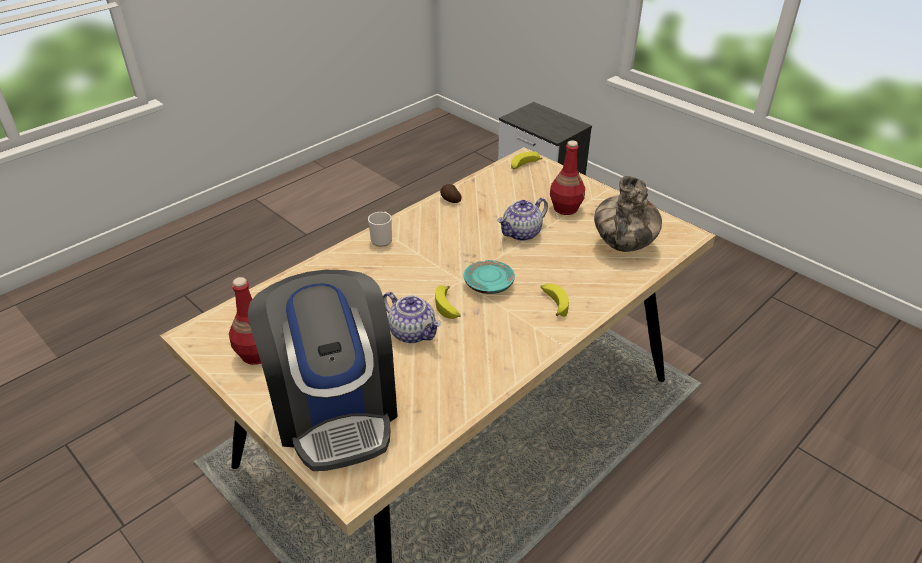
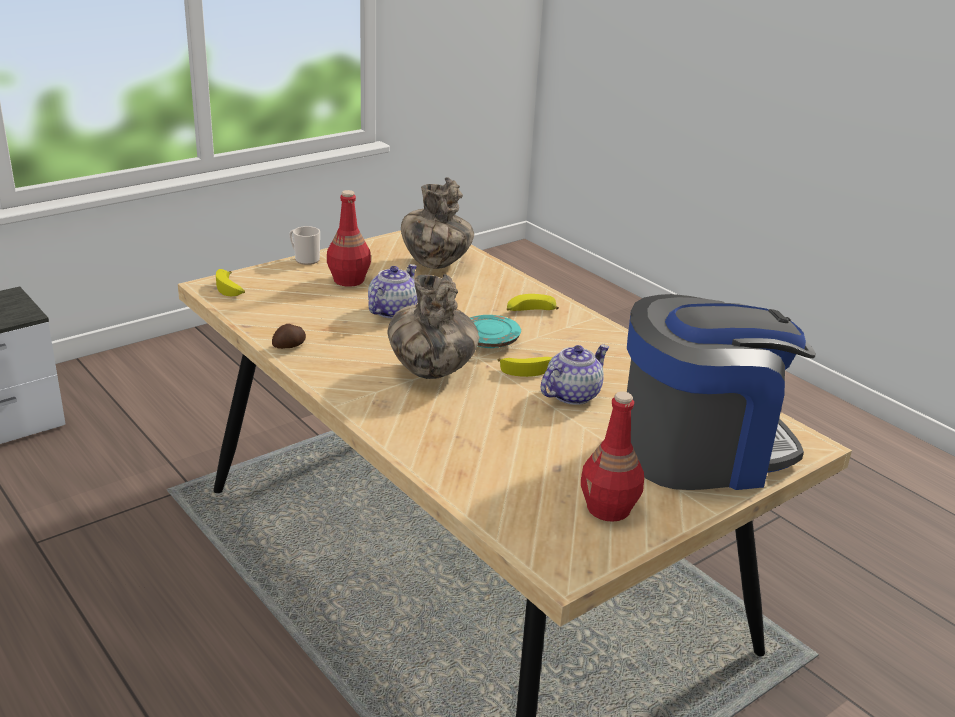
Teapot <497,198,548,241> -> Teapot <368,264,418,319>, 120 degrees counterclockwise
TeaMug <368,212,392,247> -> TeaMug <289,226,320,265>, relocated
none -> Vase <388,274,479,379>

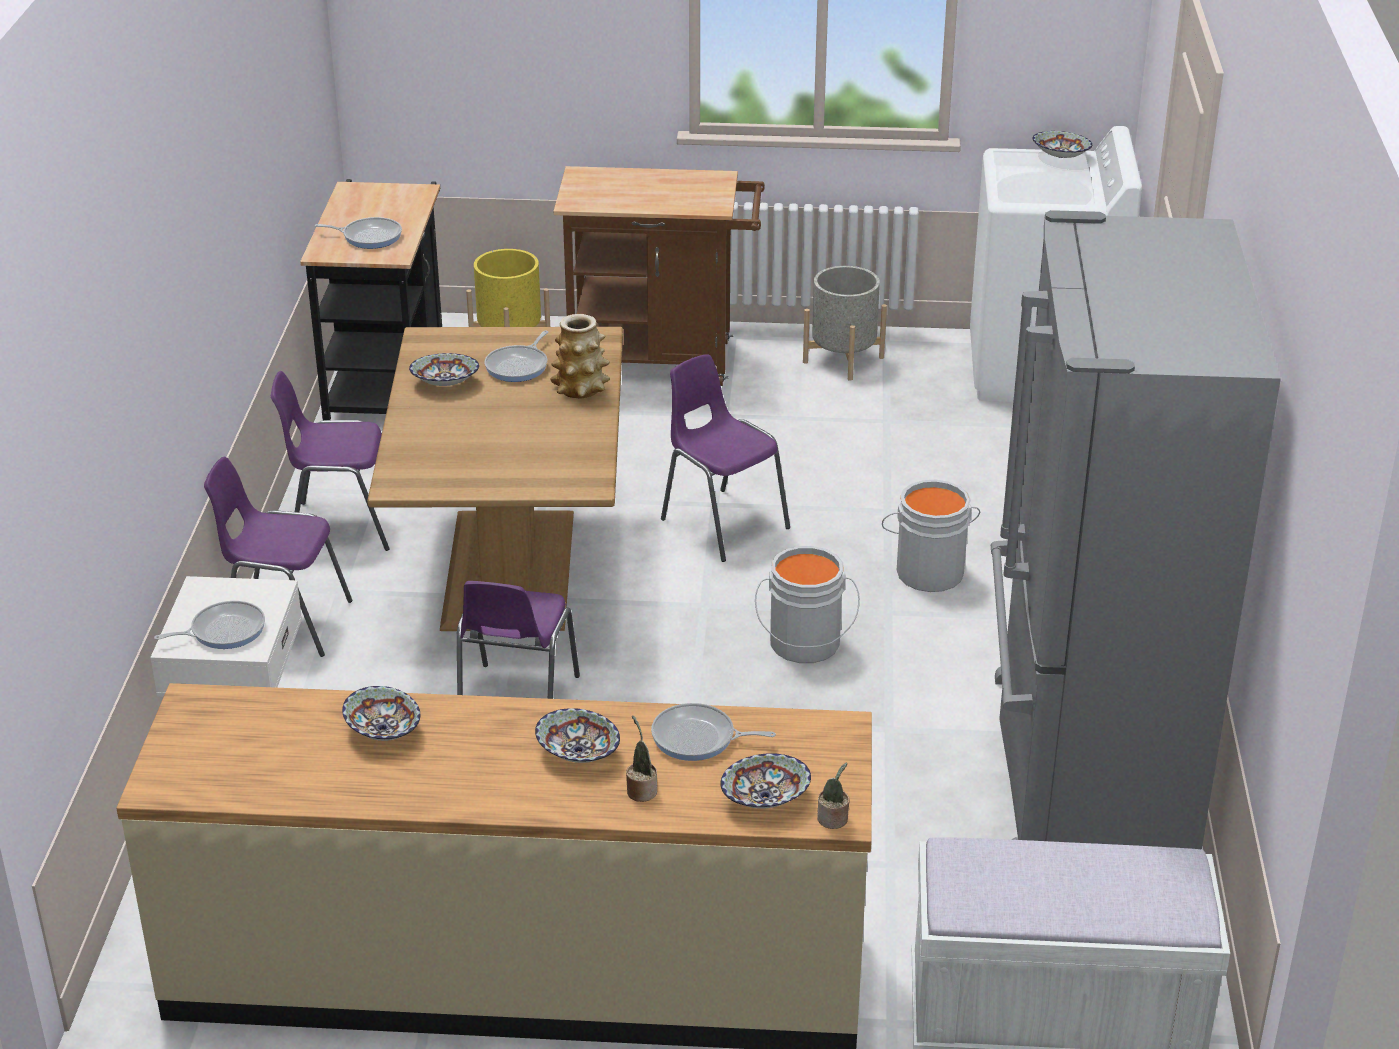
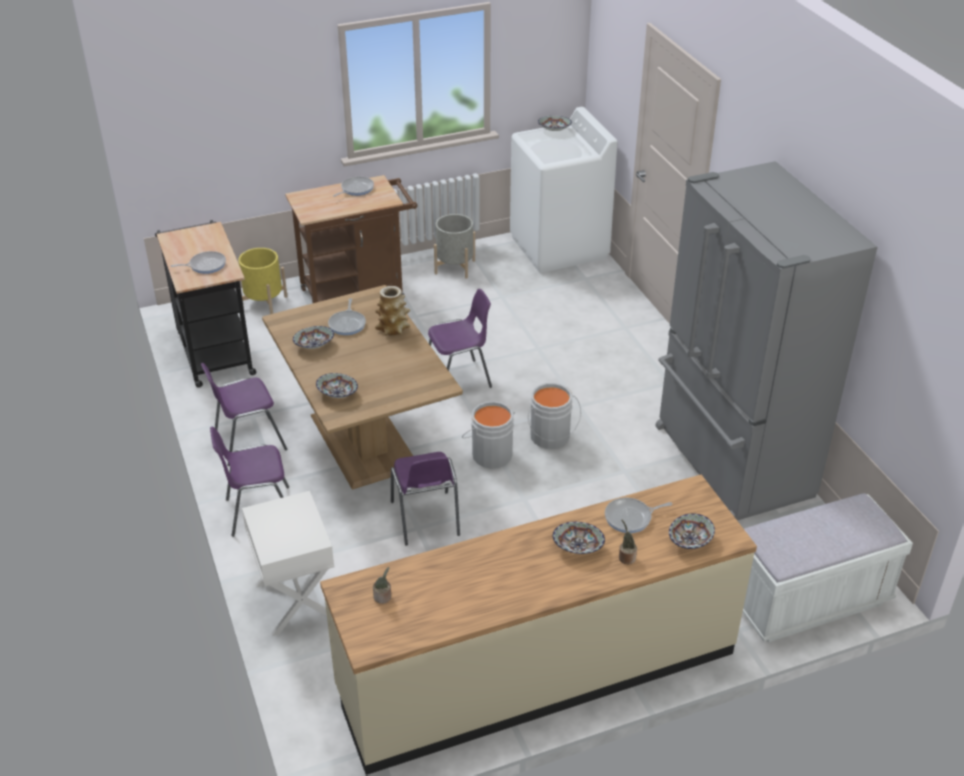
PurpleChair <661,354,790,562> -> PurpleChair <428,289,492,388>, 135 degrees clockwise
GreyishWaterBucket <882,480,980,592> -> GreyishWaterBucket <462,401,515,469>, relocated
Skillet <154,601,265,649> -> Skillet <333,176,374,197>, relocated
DeepDish <342,686,420,741> -> DeepDish <316,373,358,398>, relocated
PottedPlant <817,762,850,829> -> PottedPlant <373,567,391,604>, relocated

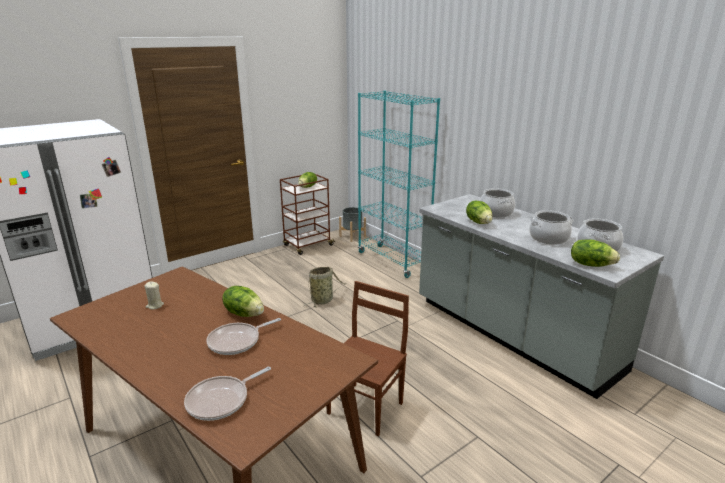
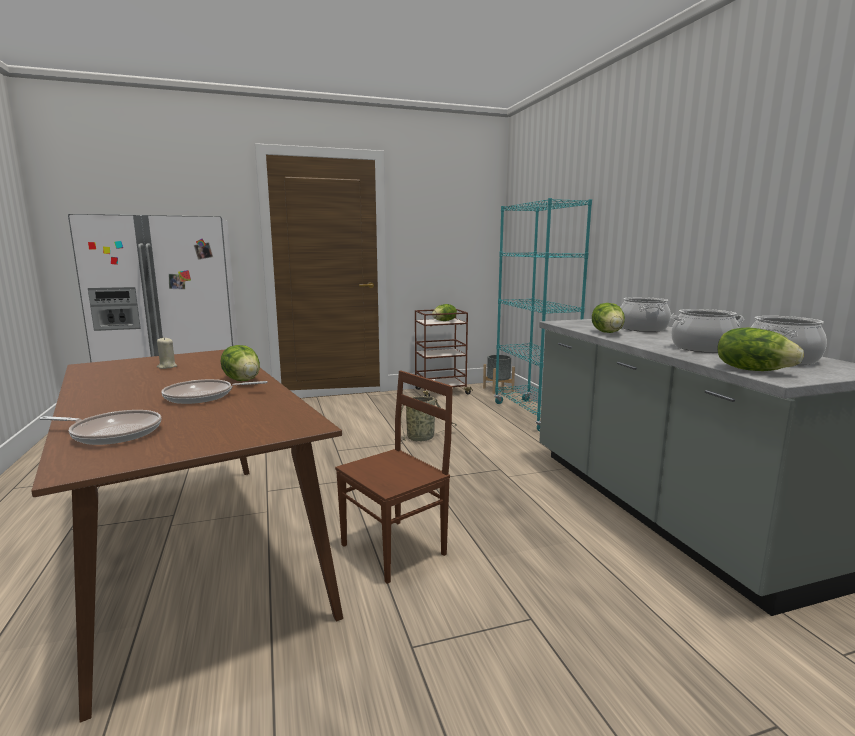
Skillet <184,367,271,421> -> Skillet <39,410,161,445>, 150 degrees counterclockwise

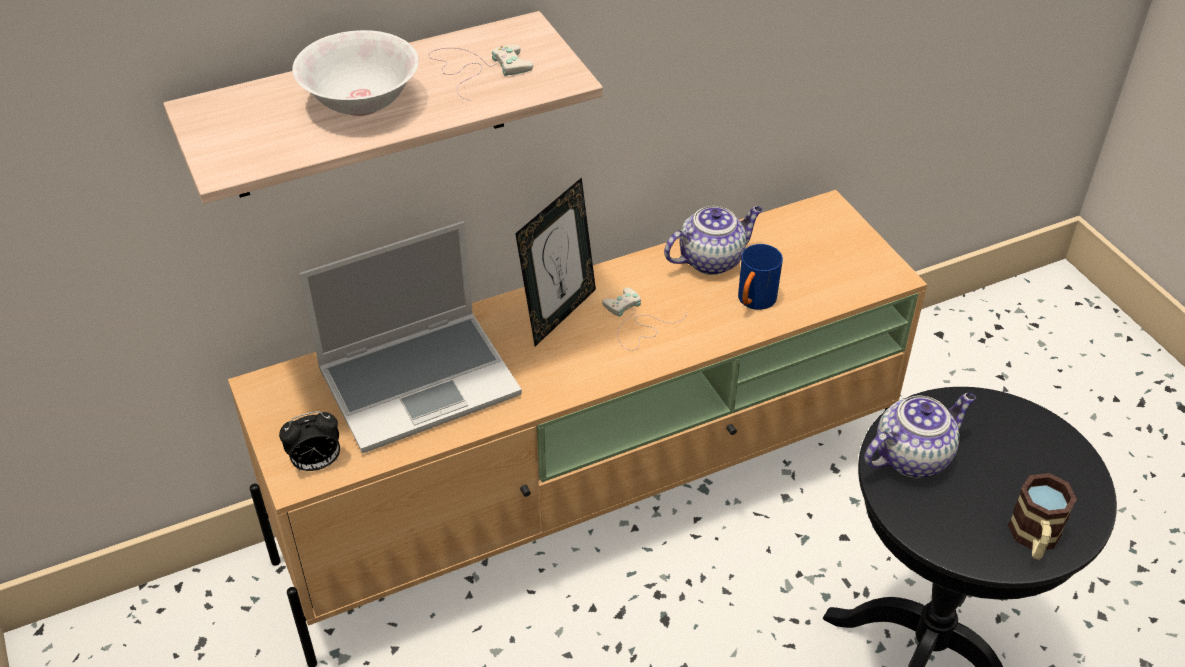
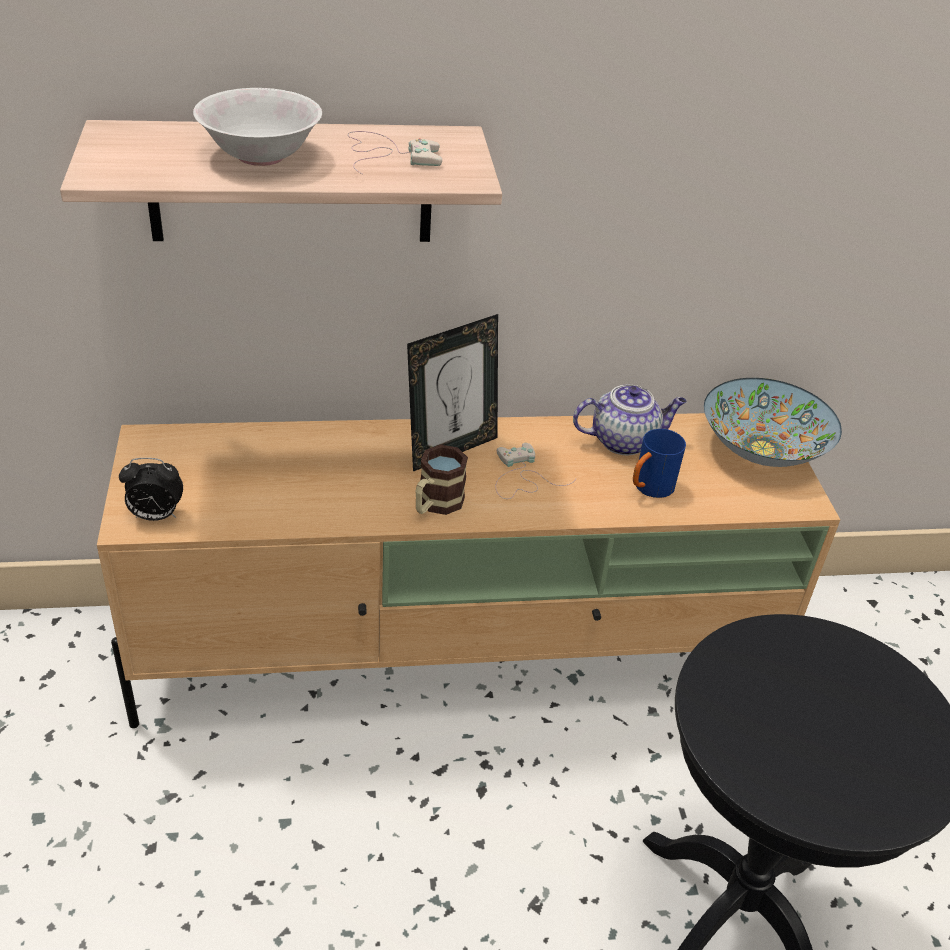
Laptop <299,221,522,453> -> none
Teapot <864,393,976,478> -> none
TeaMug <1008,473,1077,560> -> TeaMug <415,445,468,515>, relocated
none -> DeepDish <704,378,842,467>

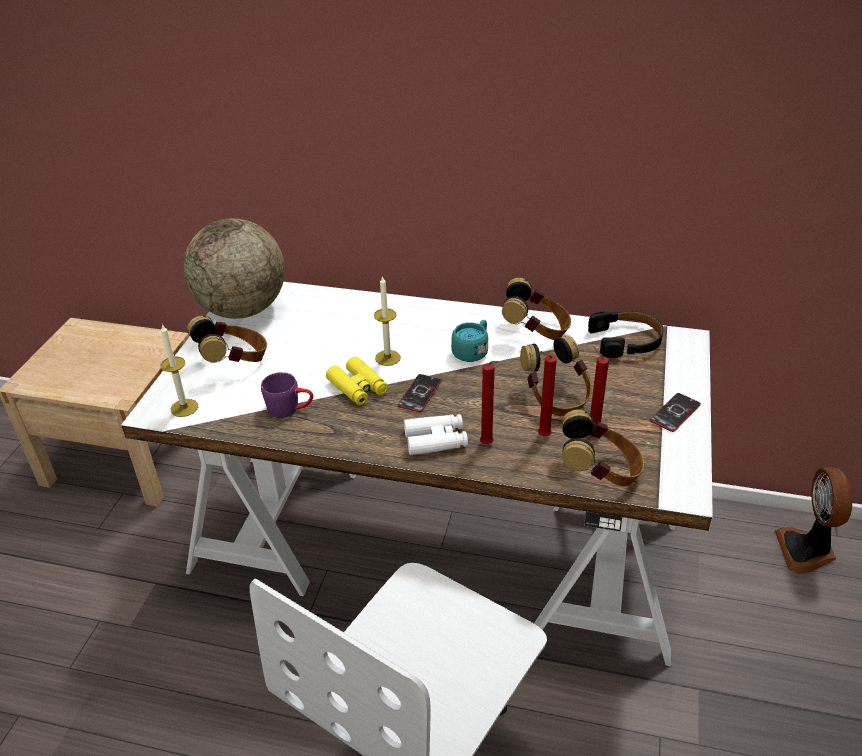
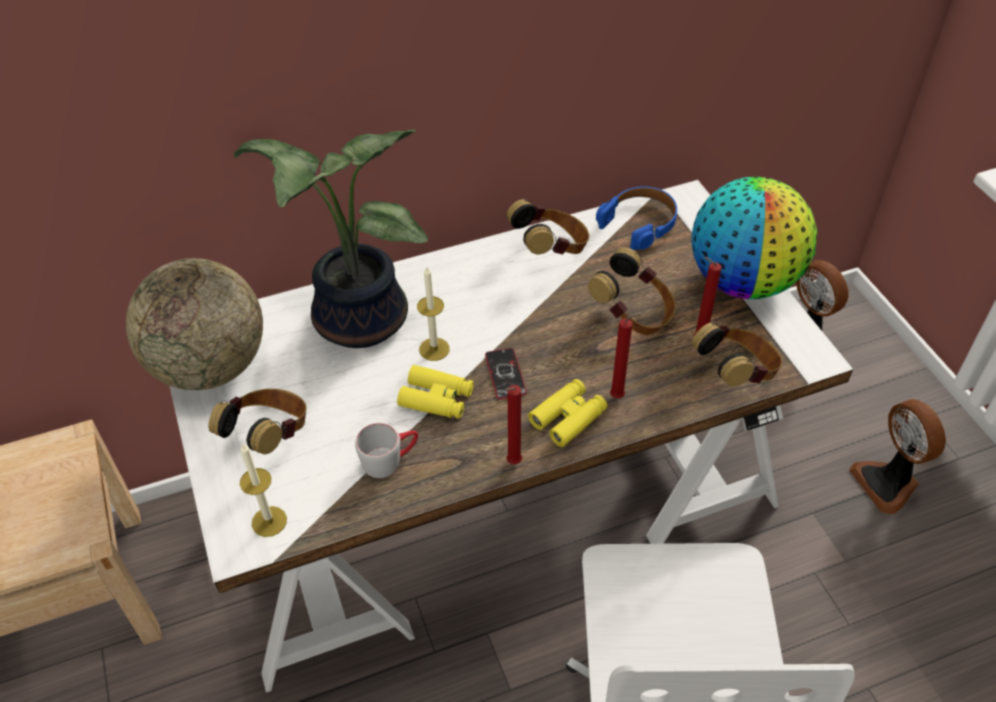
BlackishHeadphones <588,311,663,358> -> BluishHeadphones <596,186,677,250>
TurquoiseTeaMug <451,320,488,362> -> none
RedColouredWaxCandle <538,351,557,436> -> RedColouredWaxCandle <505,385,522,464>, relocated
PurpleTeaMug <261,372,313,418> -> GreyishTeaMug <355,423,418,478>
Telephone <650,393,701,432> -> DeskGlobe <692,177,817,299>
WhiteColouredFieldGlasses <404,414,468,455> -> YellowishFieldGlasses <528,379,607,447>
none -> PottedPlant <234,129,428,348>
none -> CoolingFan <849,399,946,514>

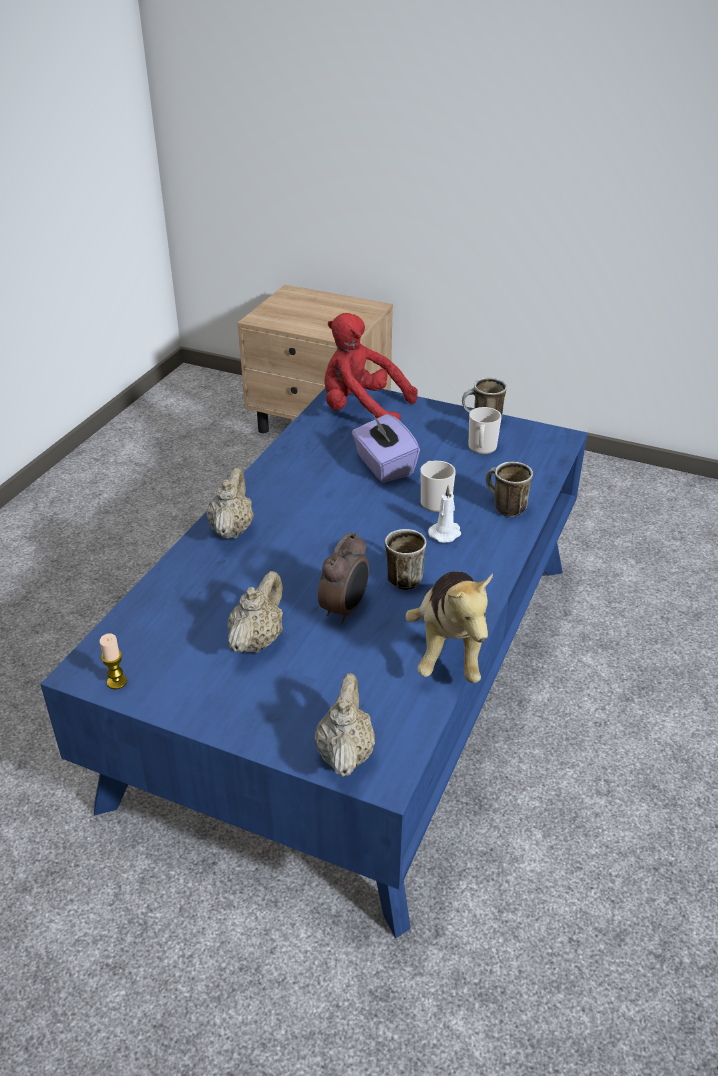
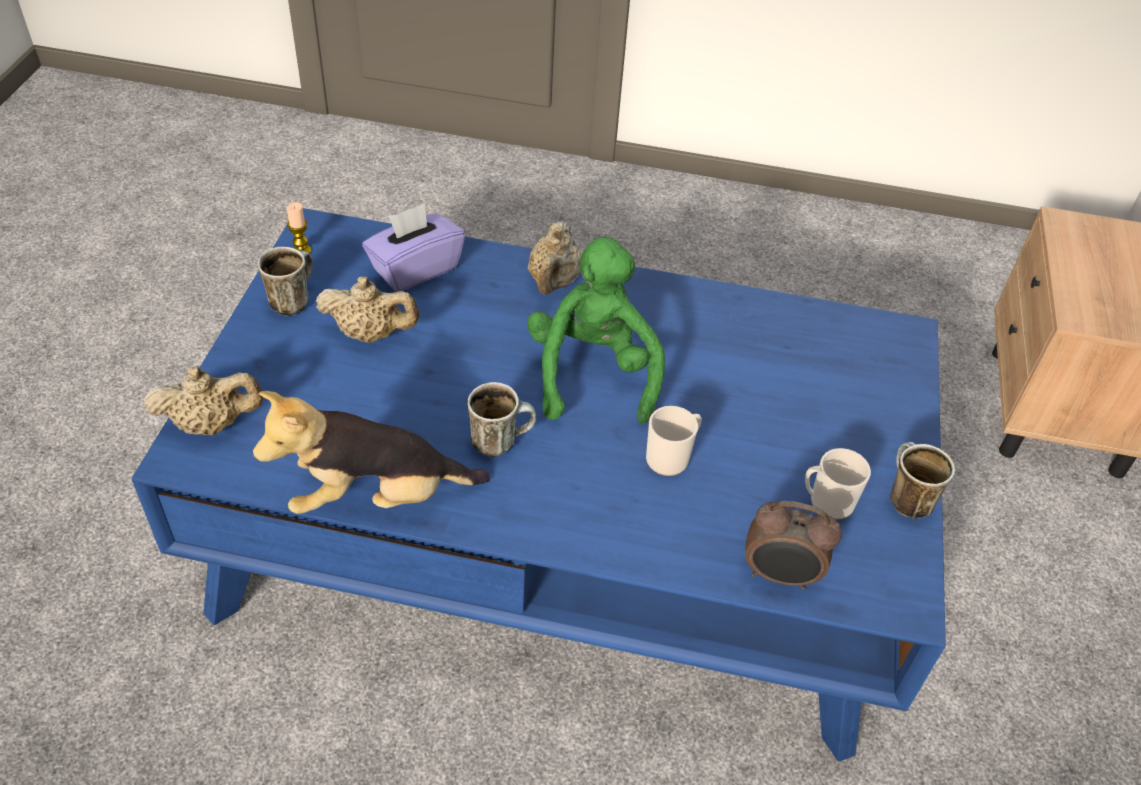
RedColouredPlushToy <324,313,418,421> -> none
PurpleTissueBox <352,414,420,482> -> PurpleTissueBox <362,204,465,292>, relocated
TeaMug <485,462,533,517> -> TeaMug <258,247,313,315>, relocated
BeigeColouredTeapot <206,468,254,539> -> BeigeColouredTeapot <528,221,582,295>, 105 degrees clockwise
WhiteColouredWaxCandle <428,484,461,543> -> none
BedsideClock <318,533,369,624> -> BedsideClock <745,501,842,590>, relocated
none -> GreenishPlushToy <527,237,665,424>

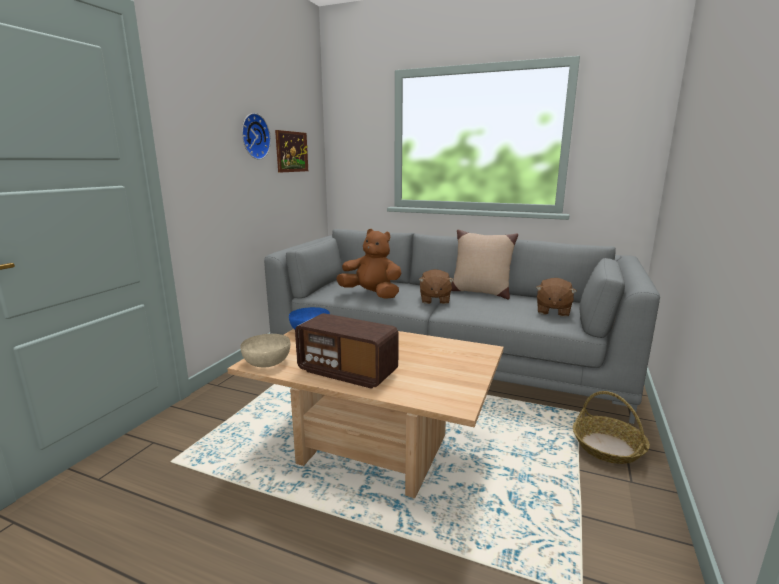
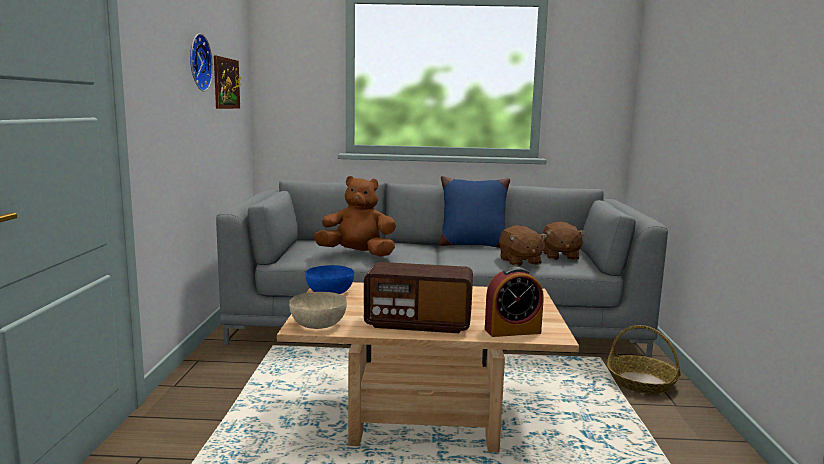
BeigeColouredCushion <451,230,518,299> -> BluishCushion <439,176,510,248>
BrownPlushToy <418,269,454,304> -> BrownPlushToy <499,225,547,266>, relocated
none -> BedsideClock <485,267,544,337>

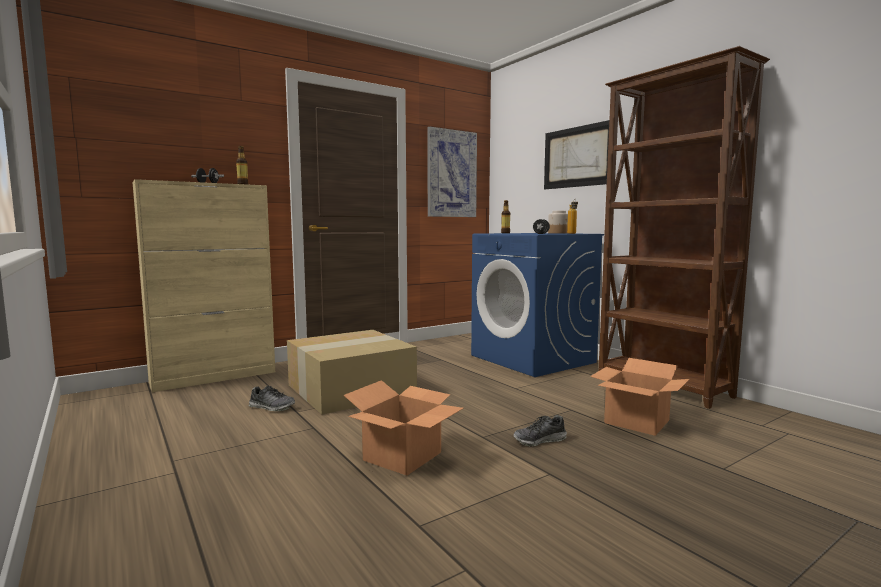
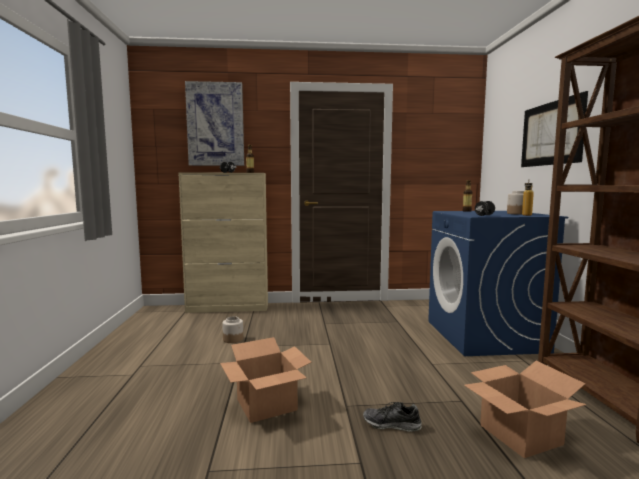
WallPicture <427,127,477,217> -> WallPicture <185,81,244,166>, relocated
Carton <287,330,417,414> -> none
LowShoe <249,386,295,411> -> PreserveJar <222,316,243,343>

